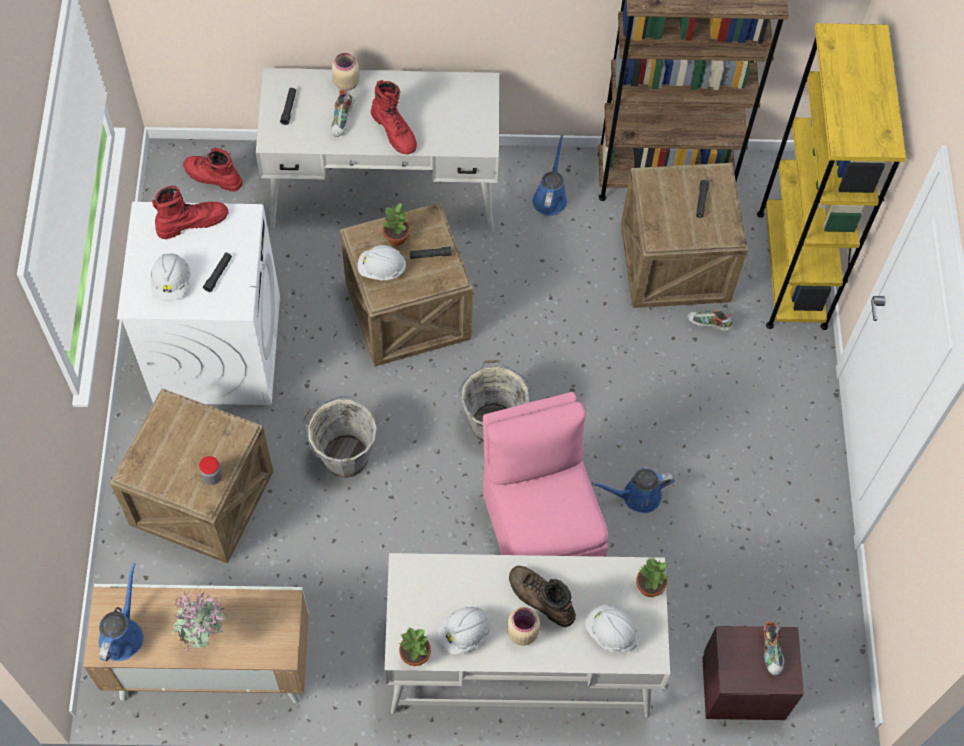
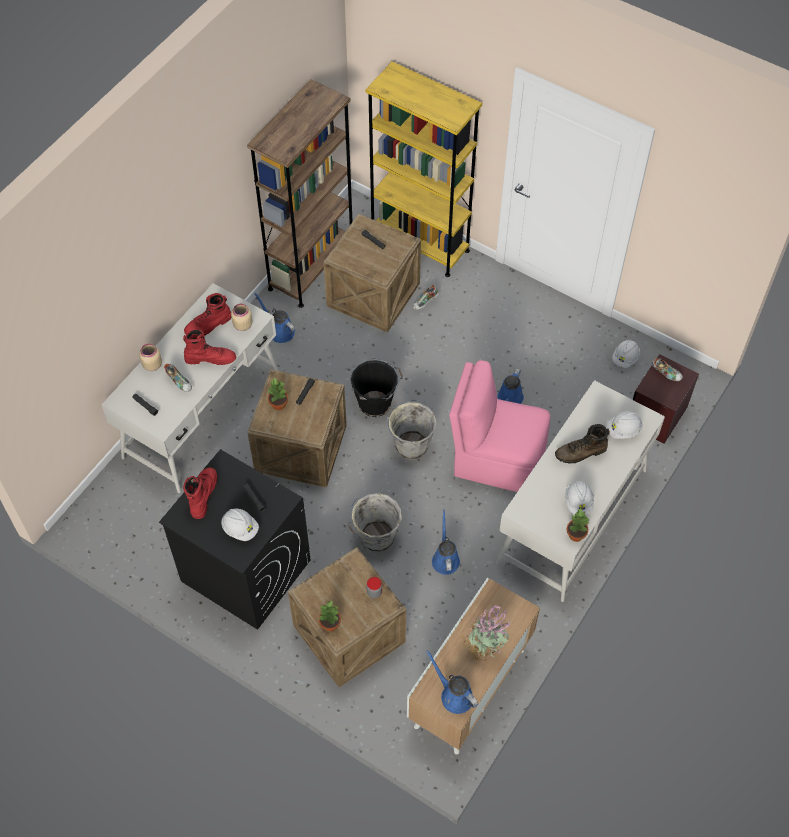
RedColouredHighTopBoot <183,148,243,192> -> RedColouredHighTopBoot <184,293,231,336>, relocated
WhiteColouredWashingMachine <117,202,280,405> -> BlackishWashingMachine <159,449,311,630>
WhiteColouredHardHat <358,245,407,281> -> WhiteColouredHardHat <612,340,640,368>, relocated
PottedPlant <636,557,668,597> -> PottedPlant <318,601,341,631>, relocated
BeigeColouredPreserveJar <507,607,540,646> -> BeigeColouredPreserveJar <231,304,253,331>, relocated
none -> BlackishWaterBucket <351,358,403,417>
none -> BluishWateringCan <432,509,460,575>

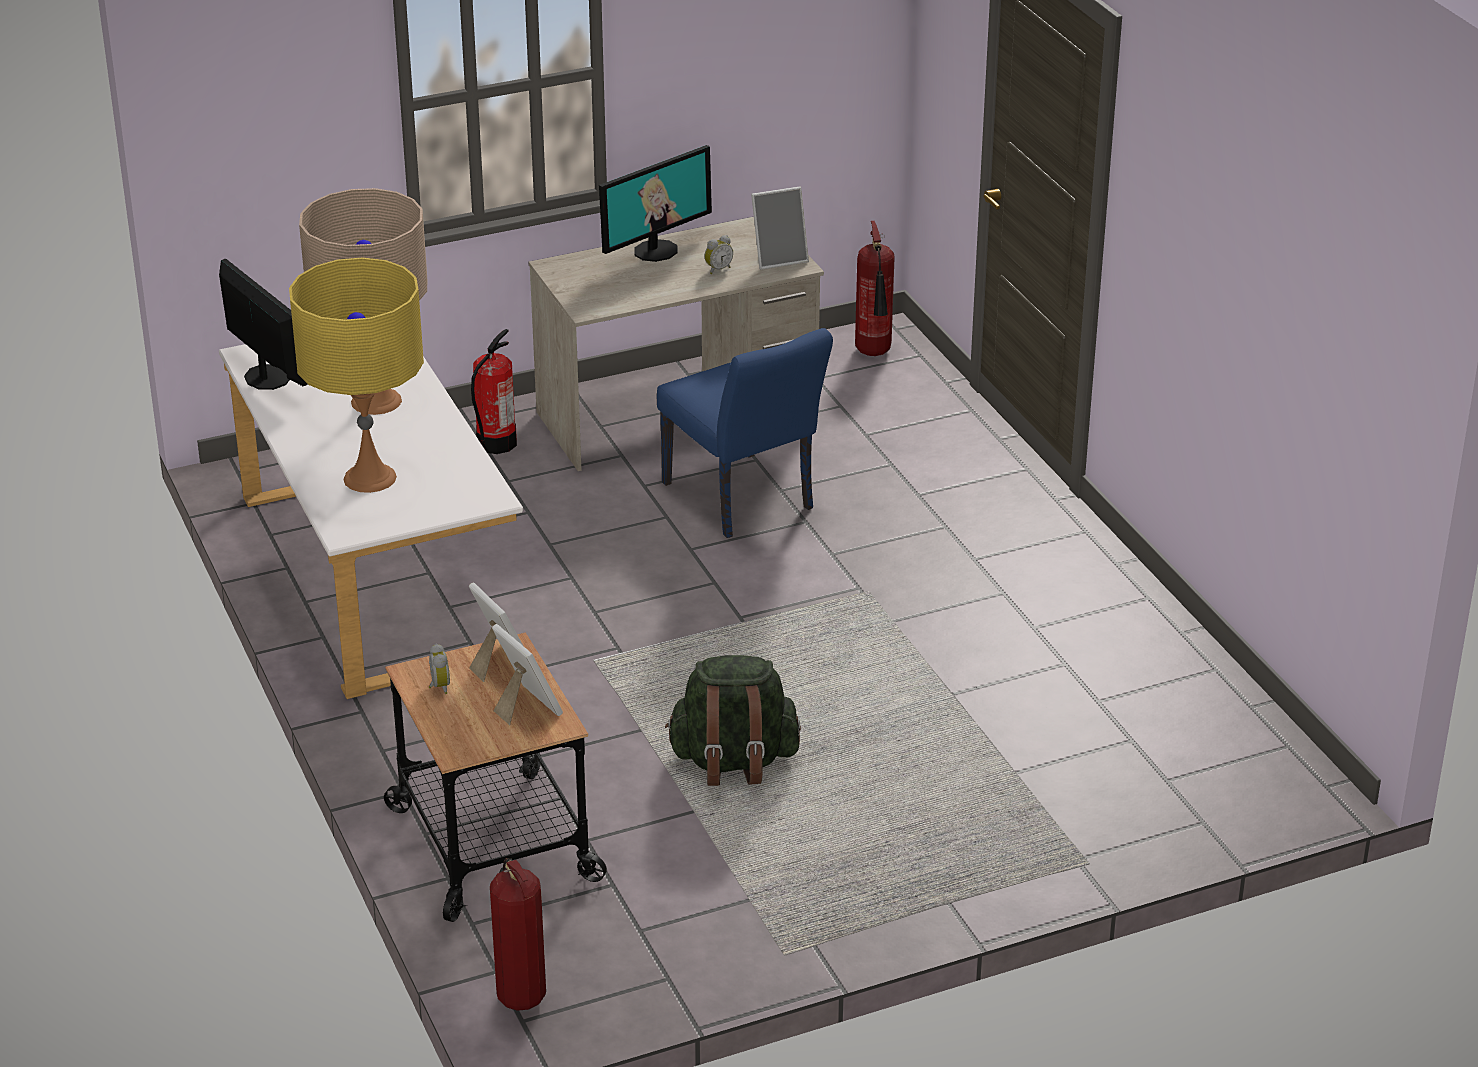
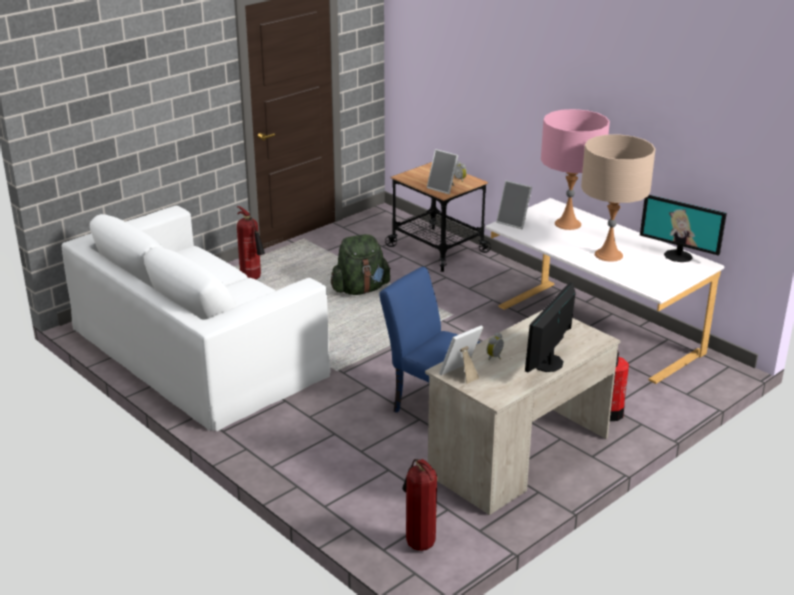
YellowishLampForATable <289,257,424,493> -> PinkColouredLampForATable <541,109,610,230>
StandingFrame <492,624,563,725> -> StandingFrame <496,180,532,229>, relocated
FireFightingCylinder <490,858,546,1011> -> FireFightingCylinder <237,206,265,280>, relocated
none -> WhiteColouredCouch <61,206,331,432>

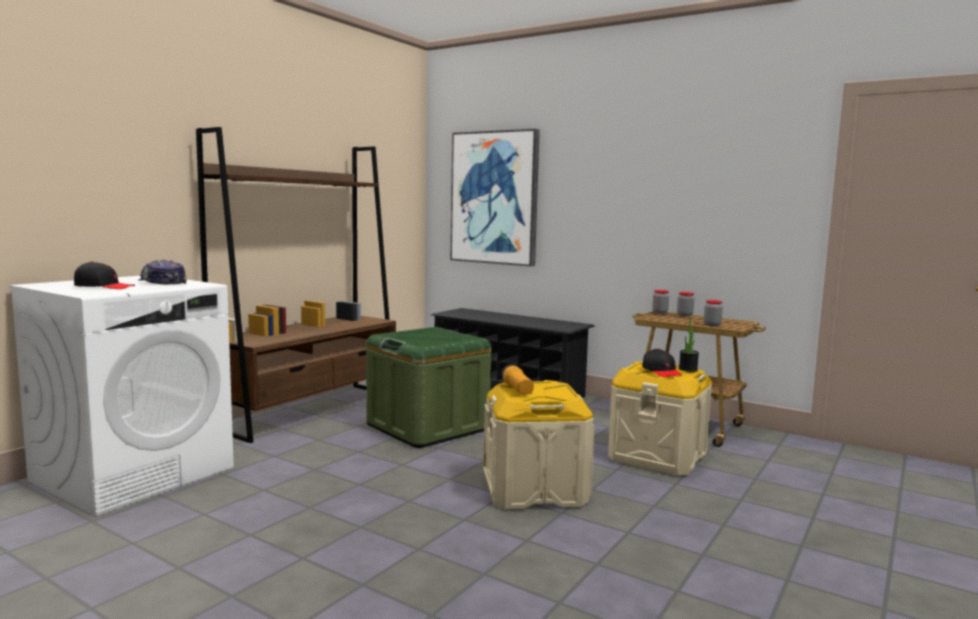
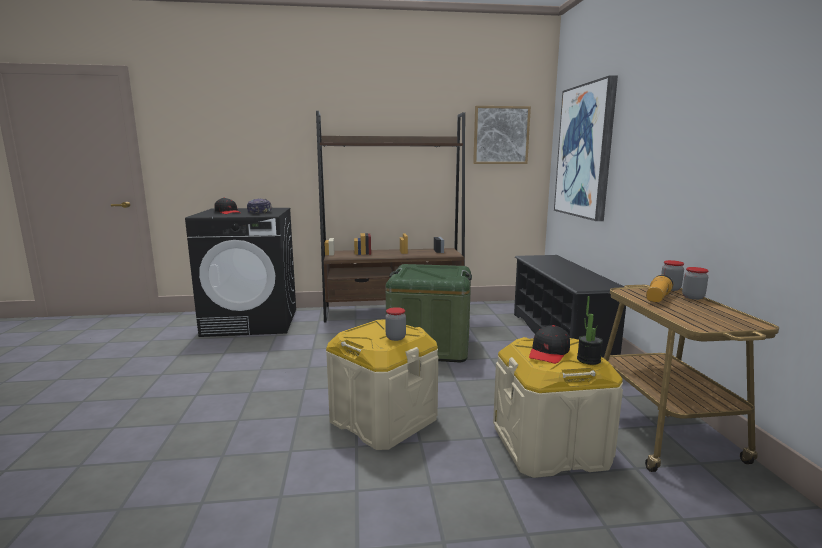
WhiteColouredWashingMachine <9,276,234,516> -> BlackishWashingMachine <185,208,296,337>
PreserveJar <704,300,723,326> -> PreserveJar <385,307,406,341>, relocated
Torch <501,364,534,395> -> Torch <646,275,673,302>, relocated
none -> WallPicture <473,106,531,164>

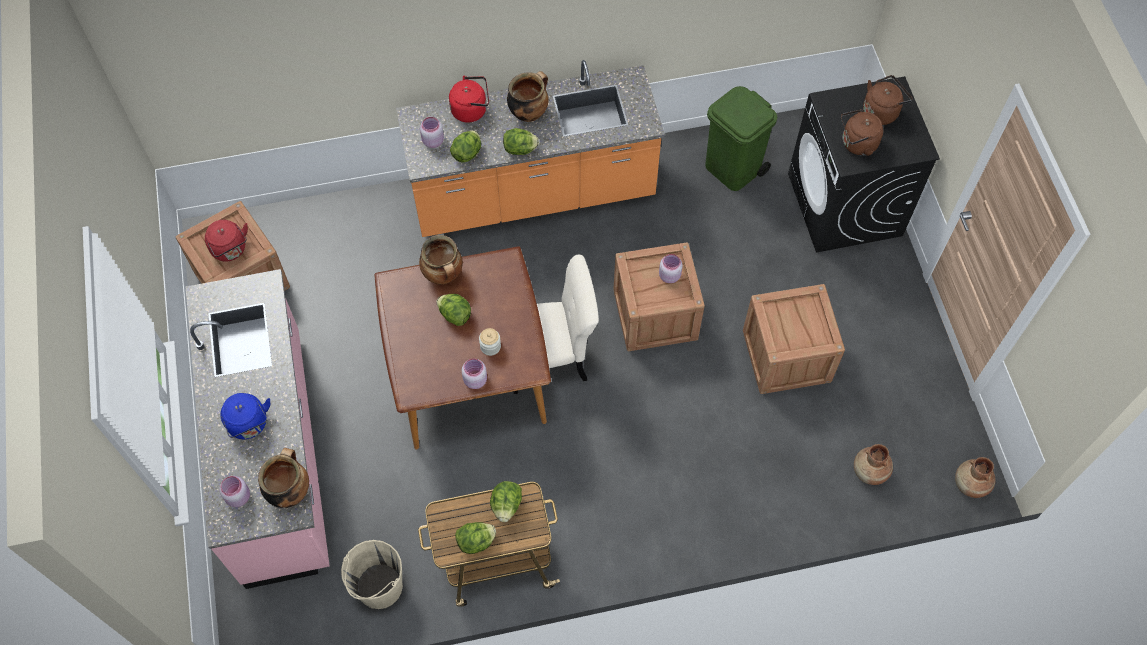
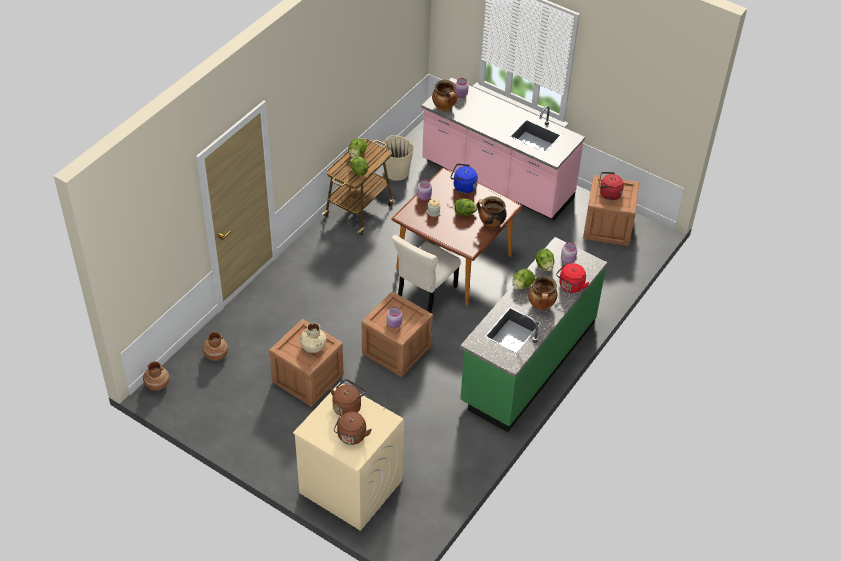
OrangeCounter <396,60,665,237> -> GreenishCounter <460,237,607,432>
BlackishWashingMachine <788,76,940,253> -> BeigeColouredWashingMachine <293,382,404,531>
GreenishRubbishBin <705,86,777,191> -> none
BluishWaterKettle <220,393,270,439> -> BluishWaterKettle <450,164,478,193>, relocated
none -> BeigeColouredVase <300,322,326,353>

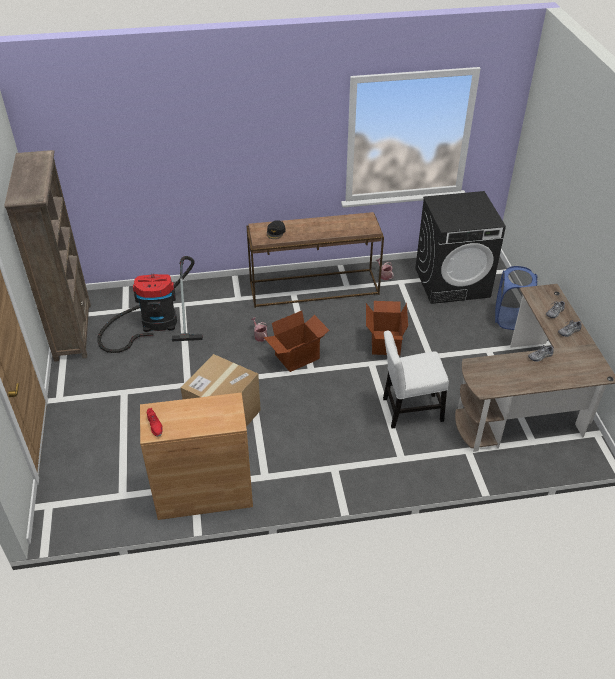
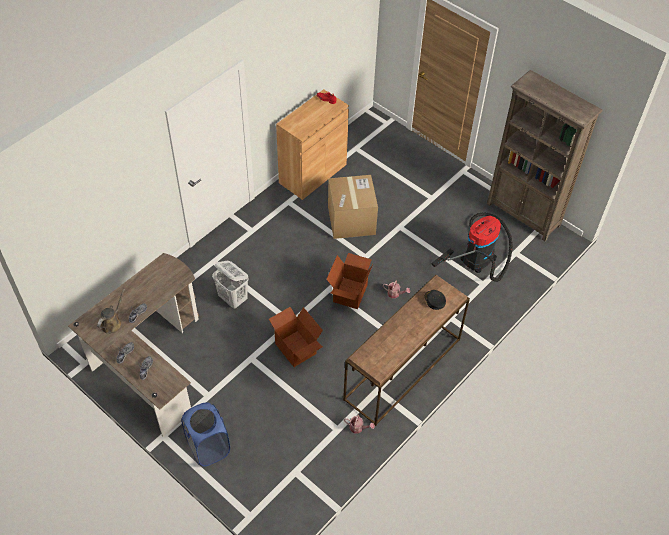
BlackishWashingMachine <415,191,506,304> -> none
WhiteColouredChair <383,330,449,428> -> WhiteColouredLaundryBasket <212,261,249,309>
none -> BrownWateringCan <97,289,125,334>

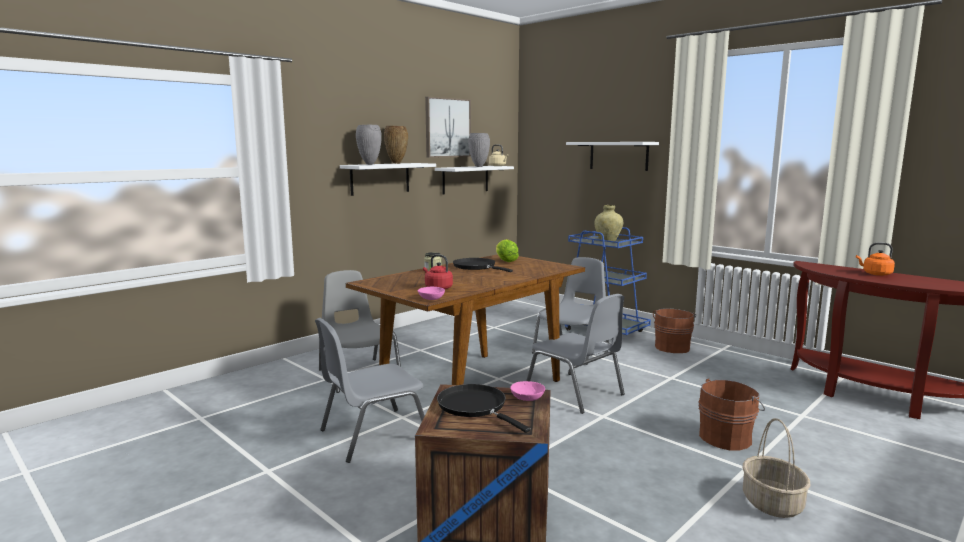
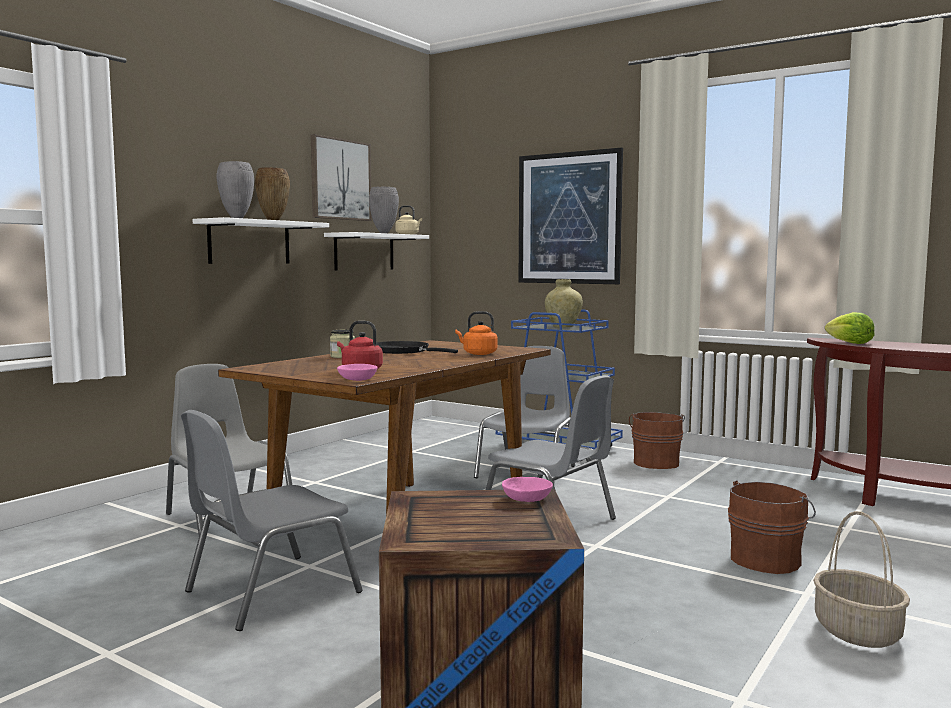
WhiteColouredWallShelf <566,142,659,171> -> WallPicture <519,147,623,284>
Lettuce <496,239,519,262> -> Lettuce <825,312,875,344>, relocated
OrangeWaterKettle <856,243,895,276> -> OrangeWaterKettle <455,311,498,355>, relocated
BlackishSkillet <437,384,530,433> -> none

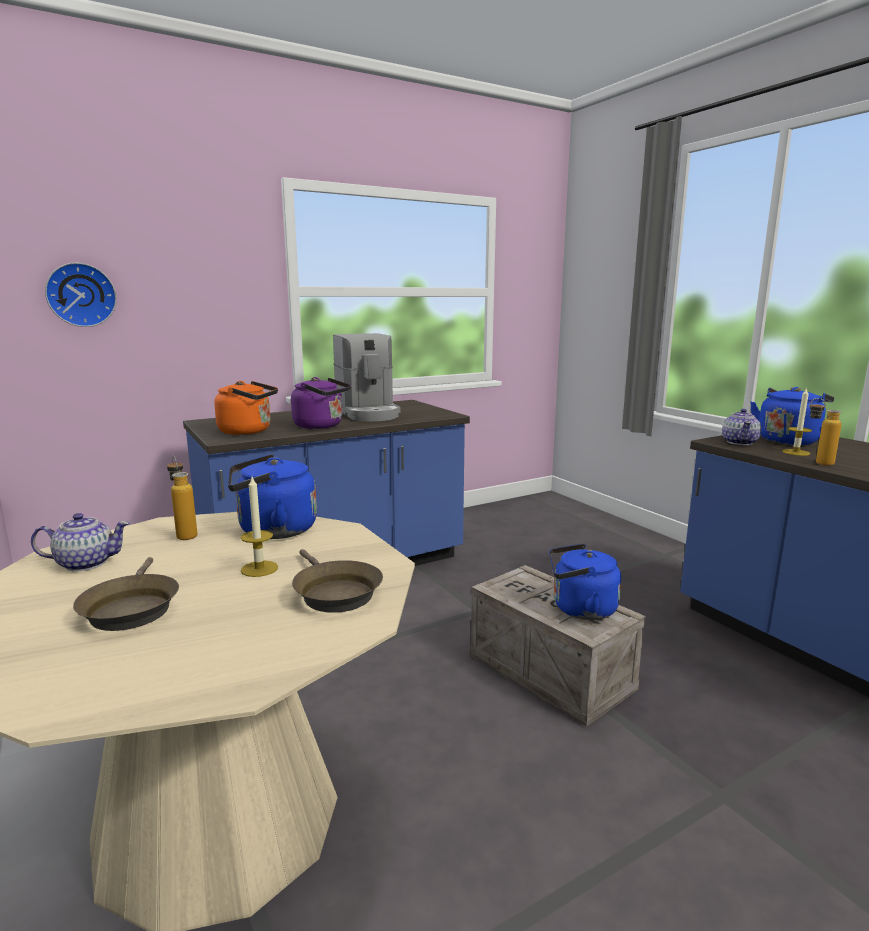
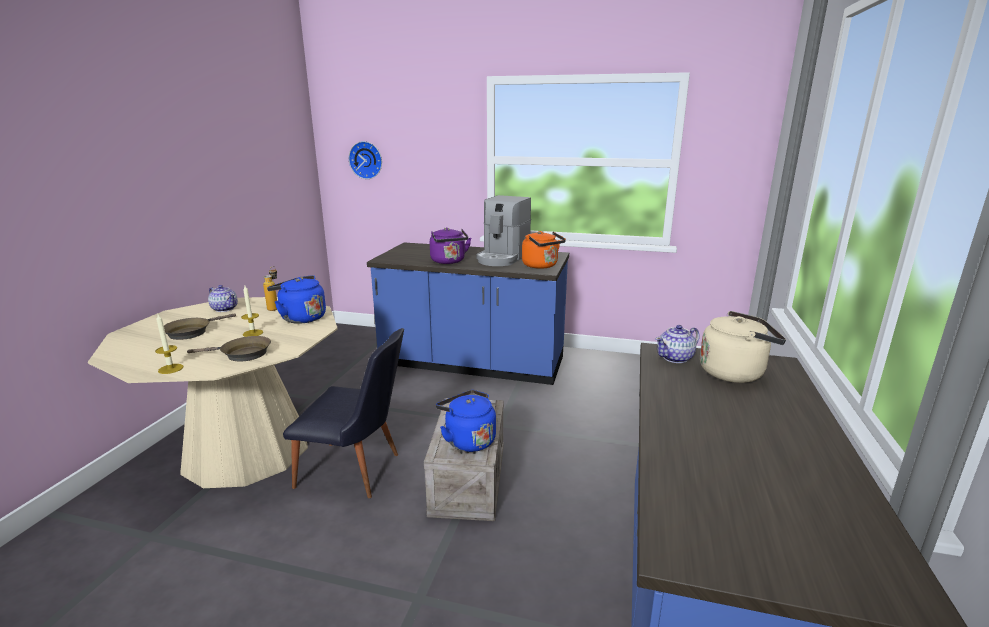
OrangeWaterKettle <214,381,278,435> -> OrangeWaterKettle <522,231,566,269>, relocated
BluishWaterKettle <750,387,834,445> -> BeigeColouredWaterKettle <700,311,786,383>
WaxCandle <782,387,812,456> -> WaxCandle <155,314,184,374>, relocated
BeverageBottle <809,398,842,466> -> none
BrownSkillet <292,549,383,613> -> BrownSkillet <187,336,271,362>, 105 degrees counterclockwise
none -> BlackishChair <283,328,404,498>

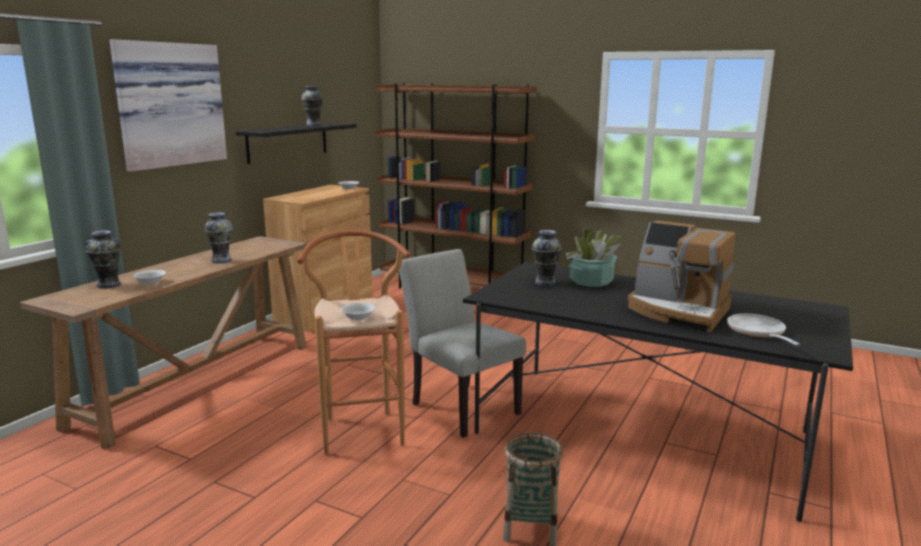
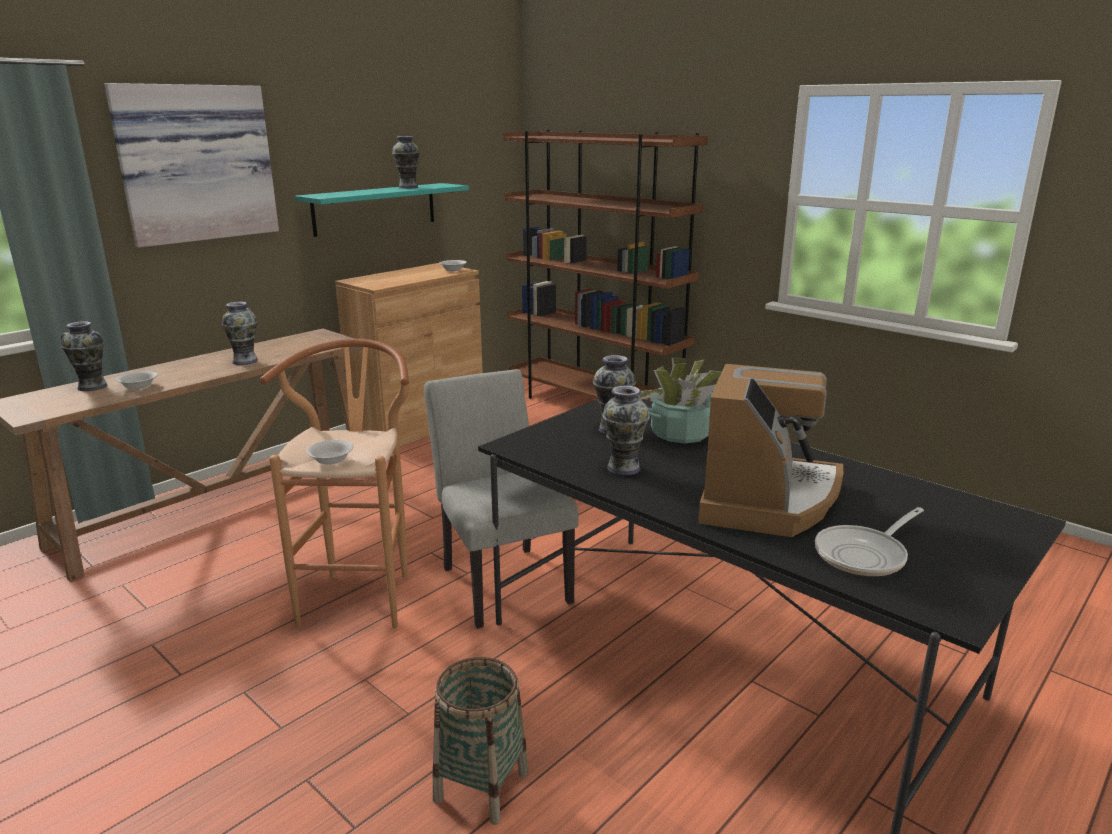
BlackishWallShelf <236,123,357,164> -> TurquoiseWallShelf <295,183,469,237>
CoffeeMaker <628,220,736,333> -> CoffeeMaker <698,364,843,537>, 120 degrees counterclockwise
Skillet <727,314,800,345> -> Skillet <815,507,924,577>, 135 degrees counterclockwise
none -> Vase <602,386,650,476>

